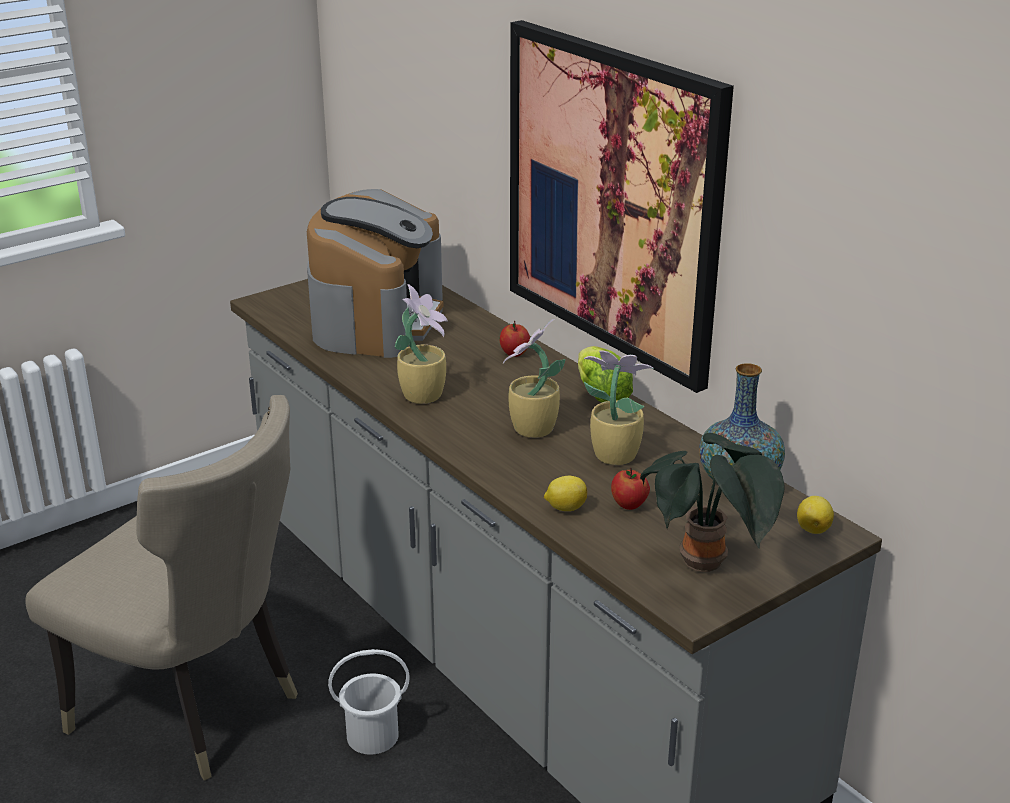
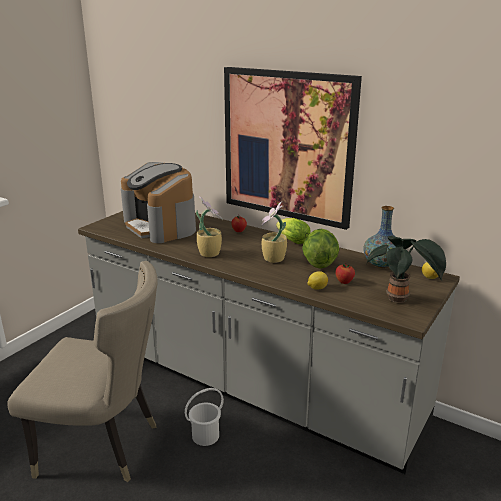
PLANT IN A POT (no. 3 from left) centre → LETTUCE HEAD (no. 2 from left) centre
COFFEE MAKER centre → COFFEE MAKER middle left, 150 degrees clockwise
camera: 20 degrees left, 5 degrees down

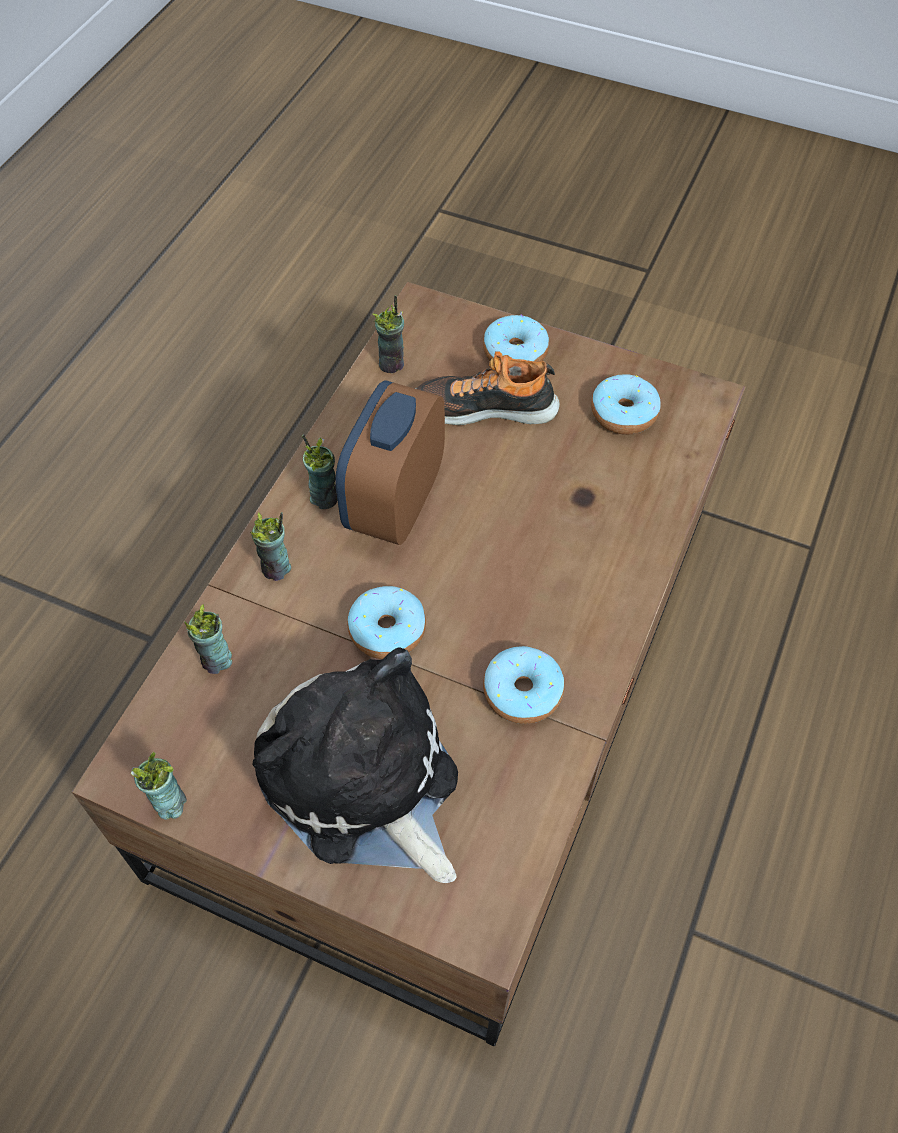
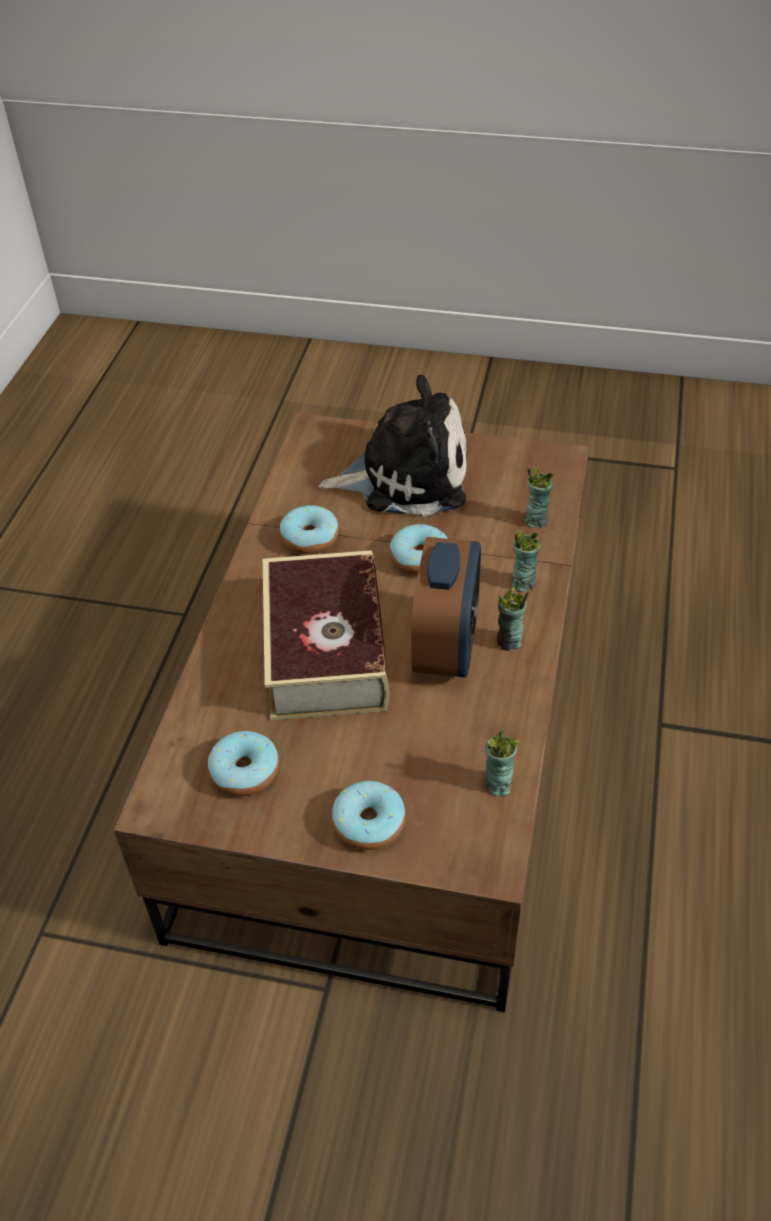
DRINKING CUP (no. 1 from left) bottom left → -
ITEM OF FOOTWEAR centre → -
- → BOUND BOOK centre
PLUSH TOY bottom centre → PLUSH TOY centre, 45 degrees counterclockwise
camera: 170 degrees right, 10 degrees down

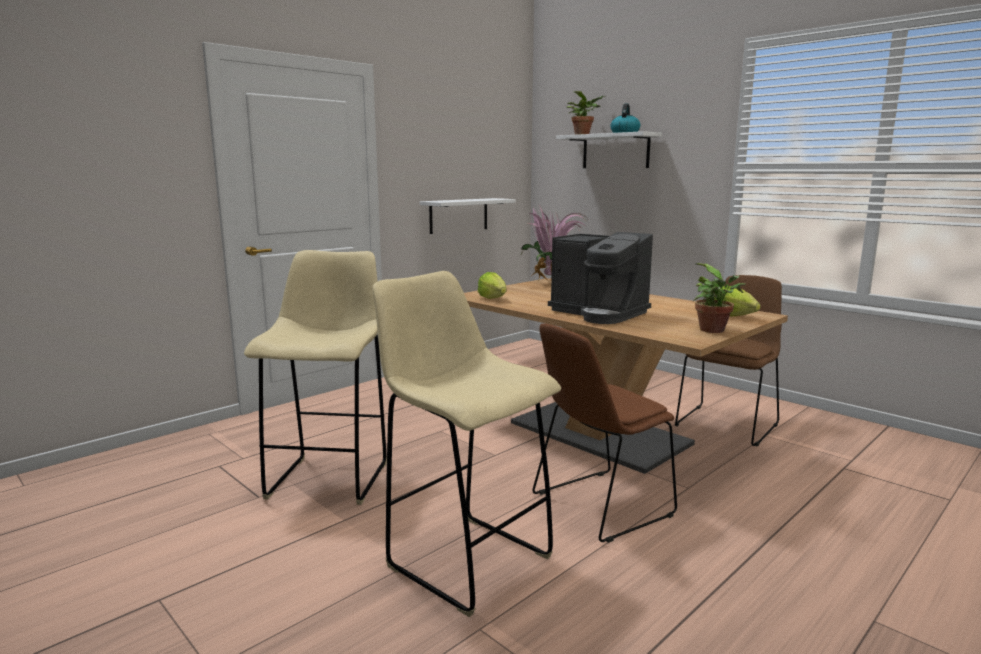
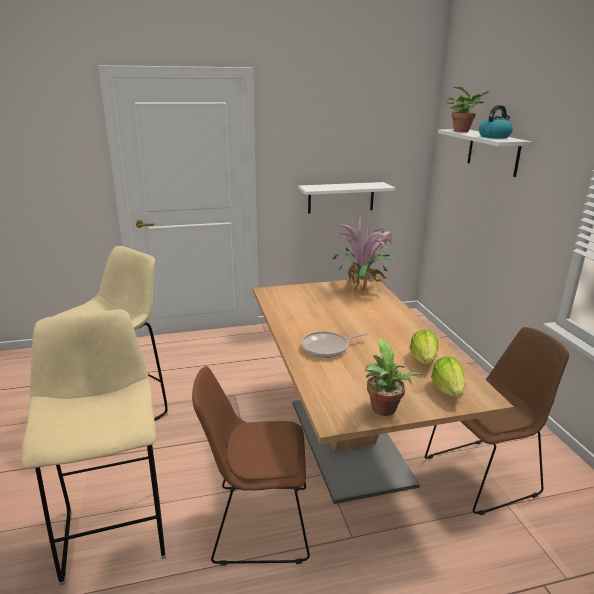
LETTUCE HEAD (no. 1 from left) centre → LETTUCE HEAD (no. 1 from left) middle right, relocated
COFFEE MAKER centre → SKILLET centre
camera: 30 degrees right, 10 degrees up

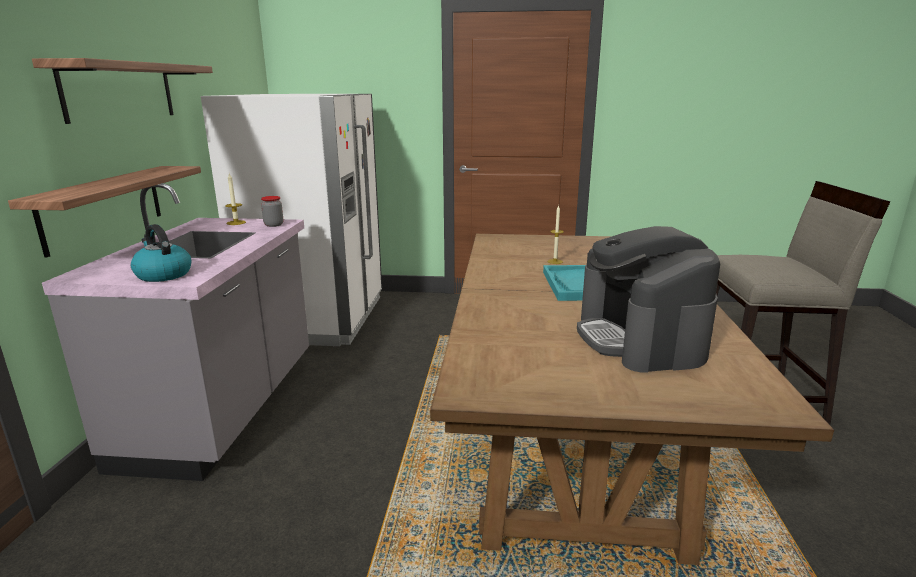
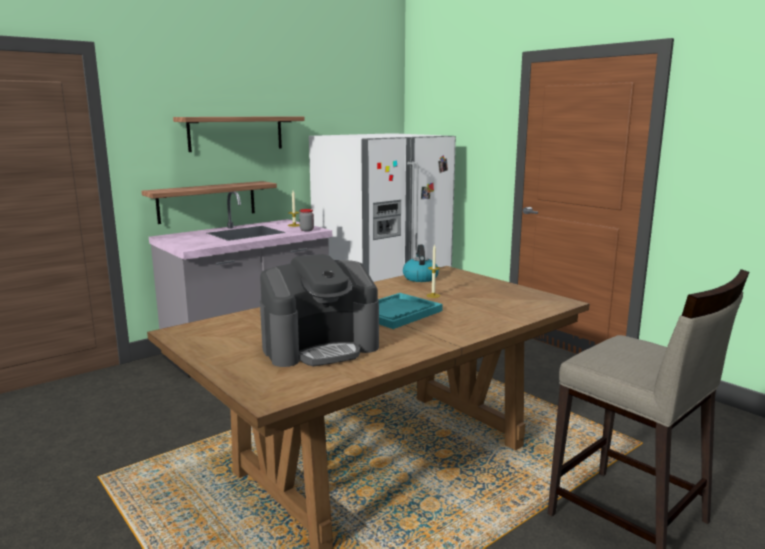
WATER KETTLE middle left → WATER KETTLE centre, relocated
COFFEE MAKER middle right → COFFEE MAKER centre, 150 degrees counterclockwise
camera: 45 degrees right, 5 degrees down

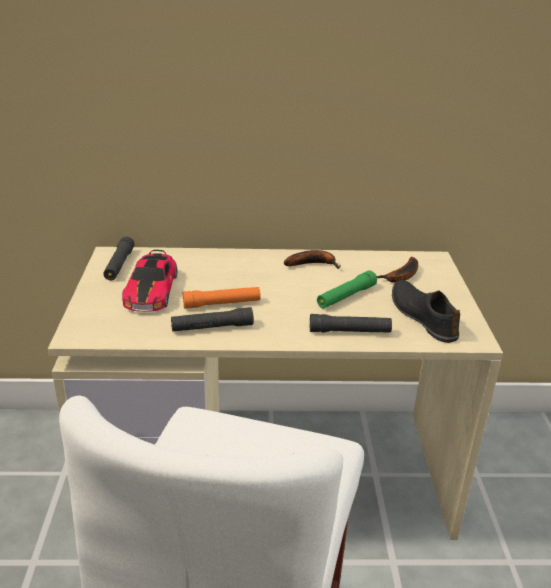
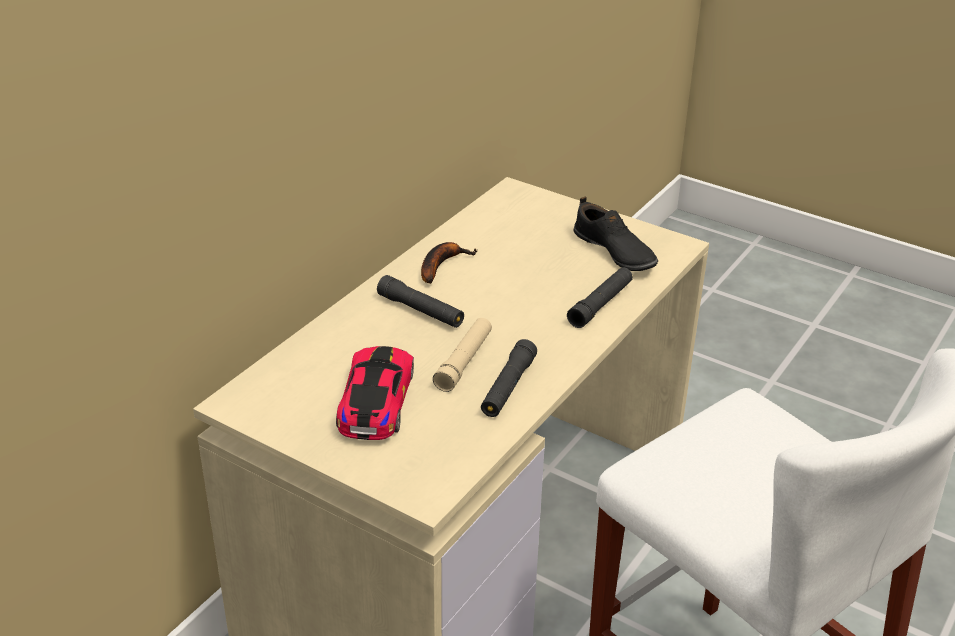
GREEN-COLOURED HAND TORCH centre → -
BANANA (no. 2 from left) middle right → -
BLACK-COLOURED HAND TORCH (no. 1 from left) middle left → BLACK-COLOURED HAND TORCH (no. 1 from left) centre, relocated
ORANGEY HAND TORCH centre → BEIGE HAND TORCH centre
MODEL CAR middle left → MODEL CAR centre, 120 degrees counterclockwise
BLACK-COLOURED ITEM OF FOOTWEAR middle right → BLACK-COLOURED ITEM OF FOOTWEAR centre, 135 degrees counterclockwise
camera: 55 degrees left, 5 degrees up

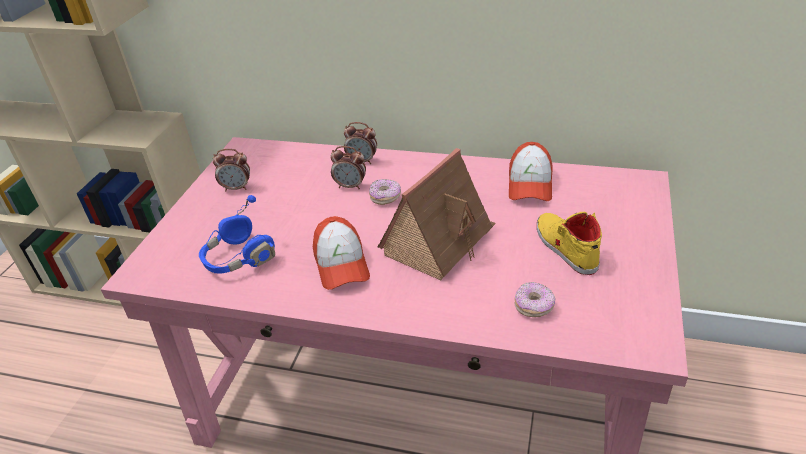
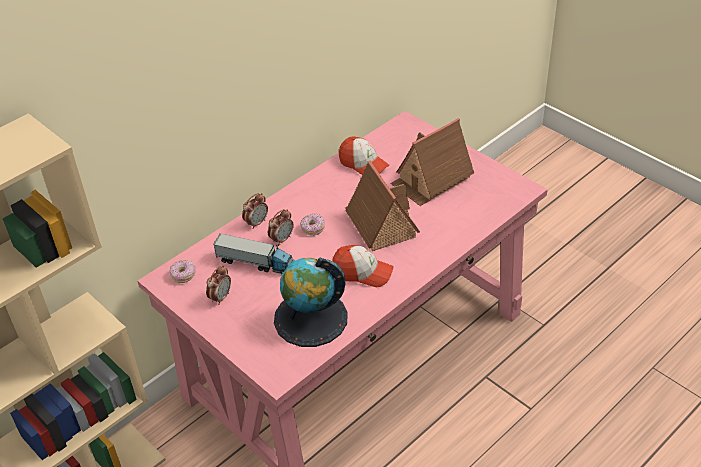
- → TOY TRUCK centre
DONUT (no. 2 from left in the first image) centre → DONUT (no. 1 from left) middle left, relocated
BLUE PAIR OF HEADPHONES middle left → WORLD GLOBE centre
YELLOW ITEM OF FOOTWEAR middle right → TOY HOUSE (no. 2 from left) centre
camera: 60 degrees left, 5 degrees up

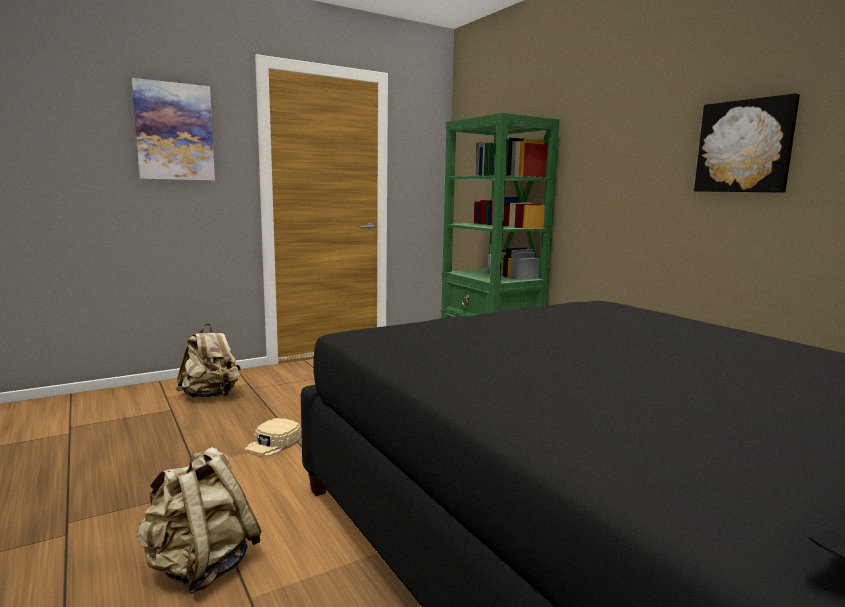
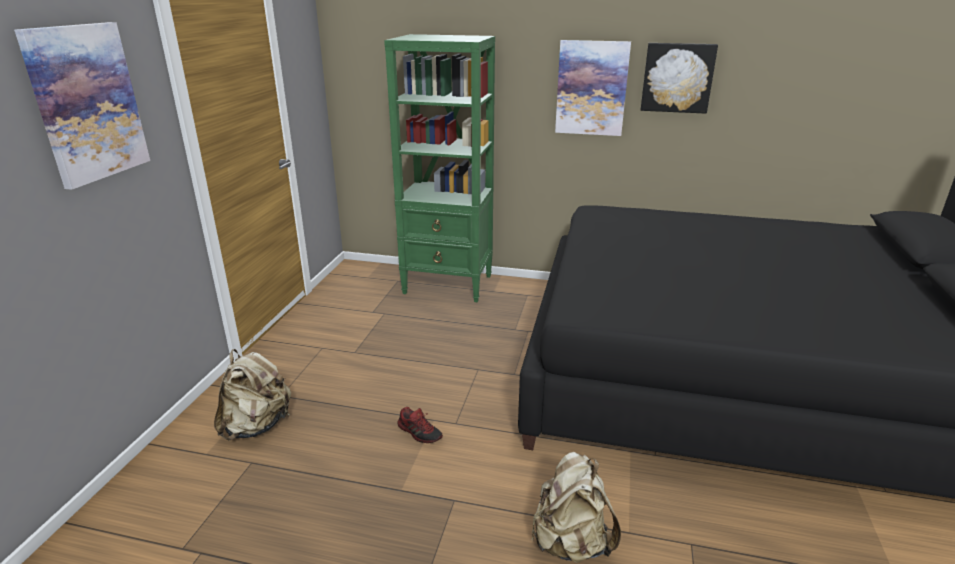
- → WALL PICTURE (no. 2 from left) top centre
BEIGE CAP bottom left → ITEM OF FOOTWEAR bottom centre
camera: 45 degrees left, 15 degrees up

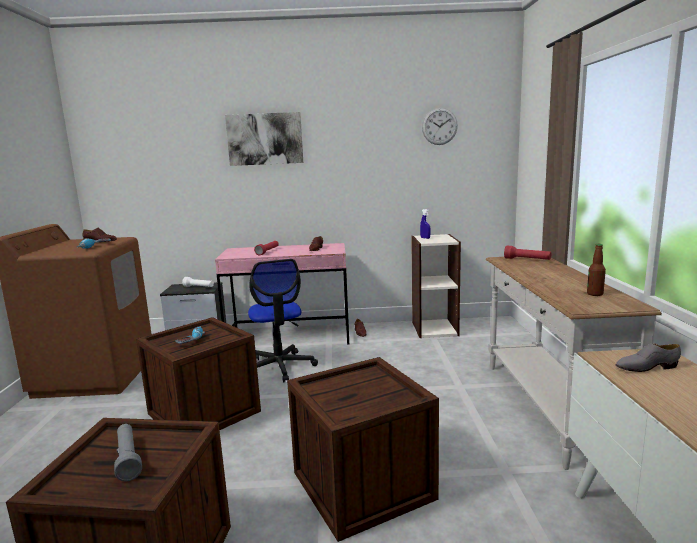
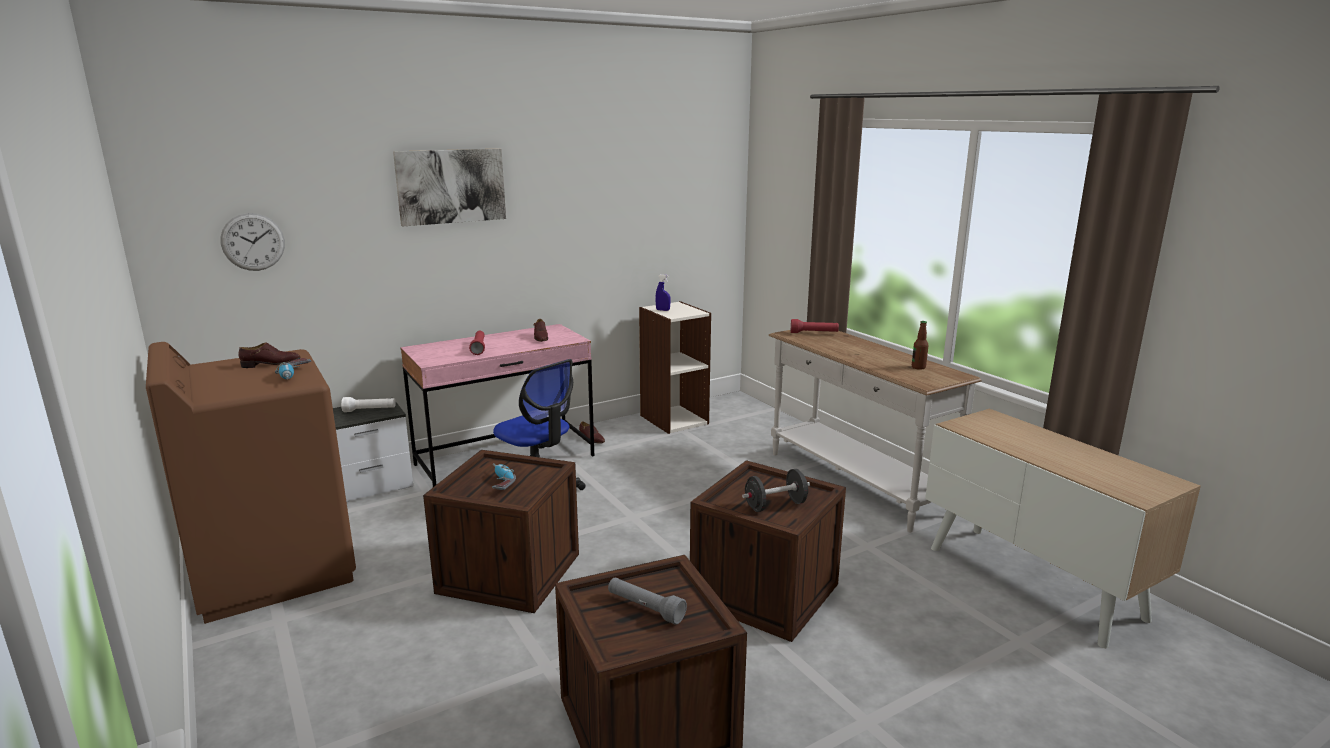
GREYISH ITEM OF FOOTWEAR middle right → -
- → BLACK-COLOURED DUMBBELL centre
WALL CLOCK top centre → WALL CLOCK top left, relocated
camera: 30 degrees left, 5 degrees up

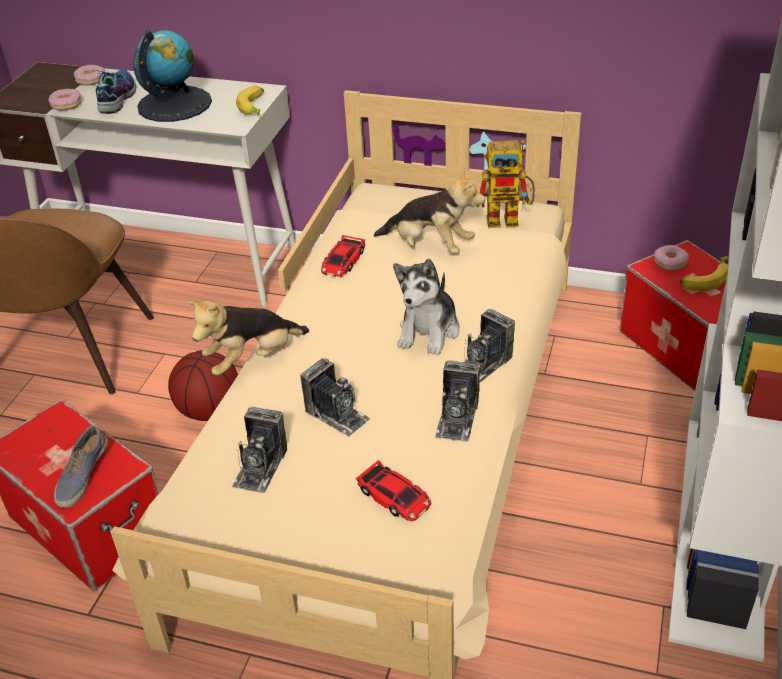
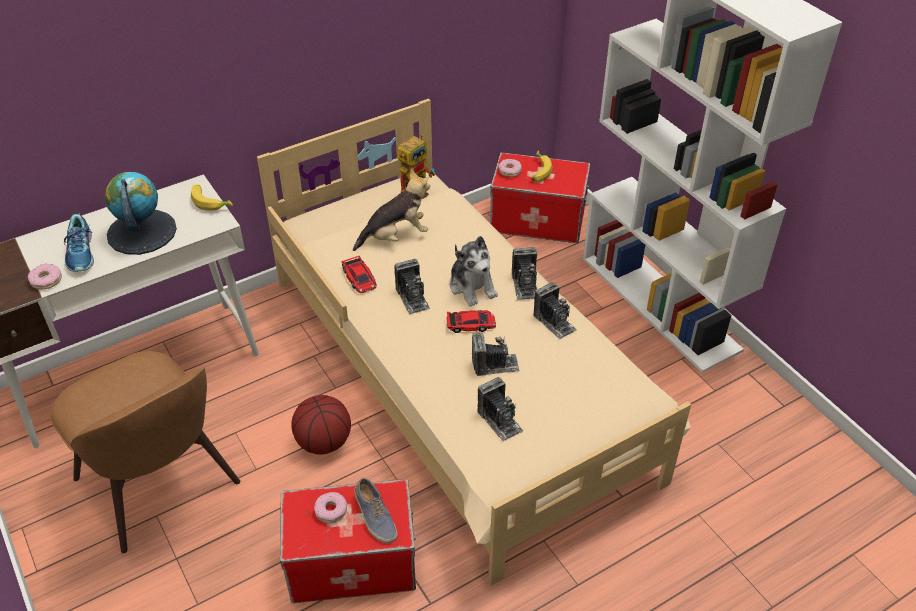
PLUSH TOY (no. 1 from left) middle left → -
- → STILL CAMERA (no. 1 from left) centre
DONUT (no. 2 from left) top left → DONUT (no. 2 from left) bottom centre, relocated
MODEL CAR (no. 2 from left) bottom centre → MODEL CAR (no. 2 from left) centre, relocated
ITEM OF FOOTWEAR (no. 2 from left in the first image) top left → ITEM OF FOOTWEAR (no. 1 from left) middle left, 150 degrees counterclockwise
camera: 50 degrees left, 5 degrees up

